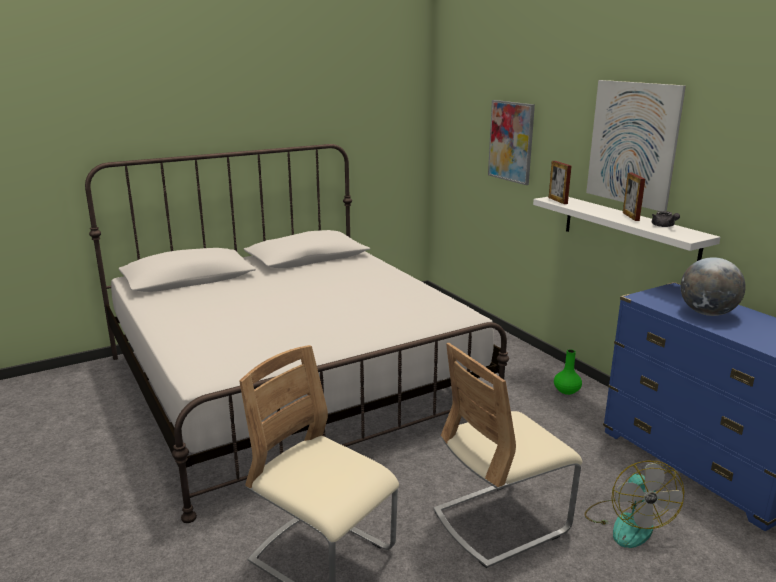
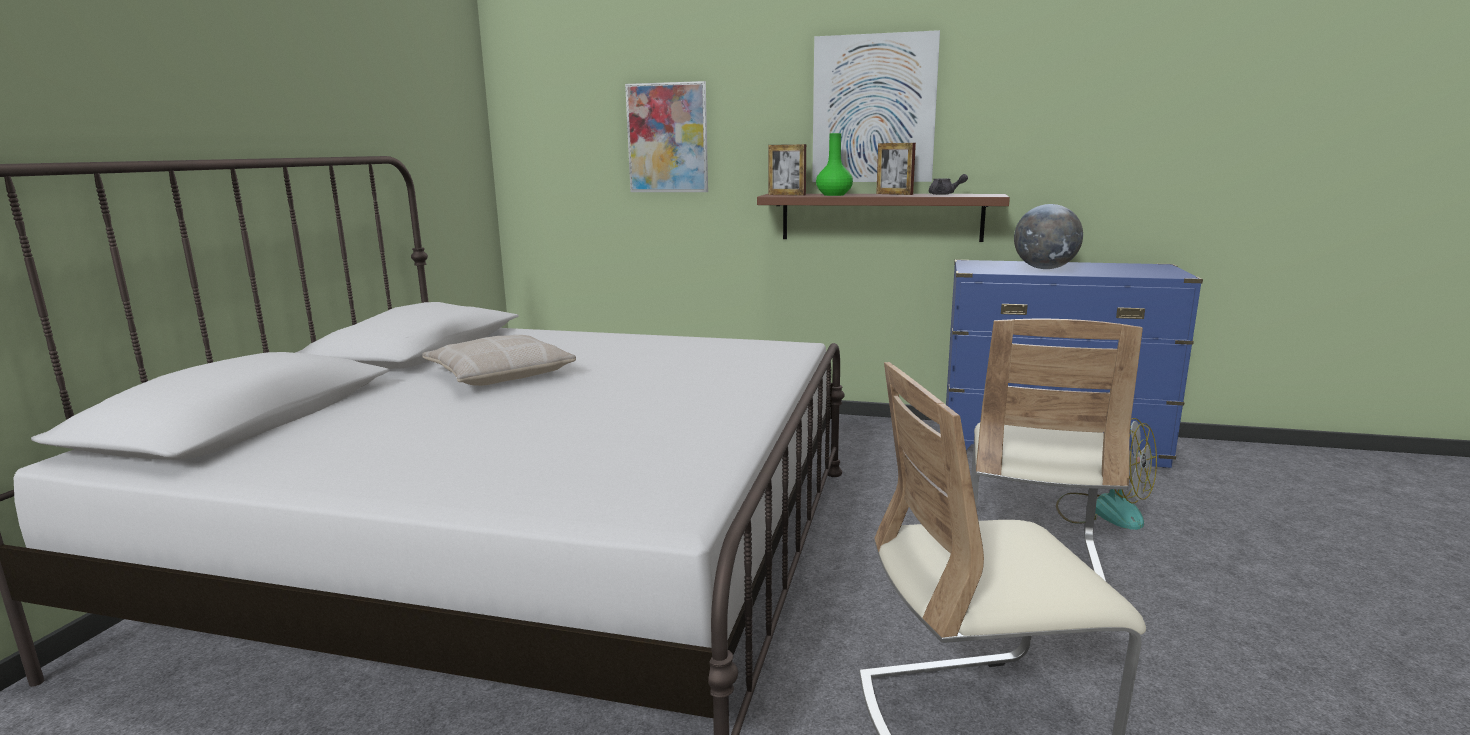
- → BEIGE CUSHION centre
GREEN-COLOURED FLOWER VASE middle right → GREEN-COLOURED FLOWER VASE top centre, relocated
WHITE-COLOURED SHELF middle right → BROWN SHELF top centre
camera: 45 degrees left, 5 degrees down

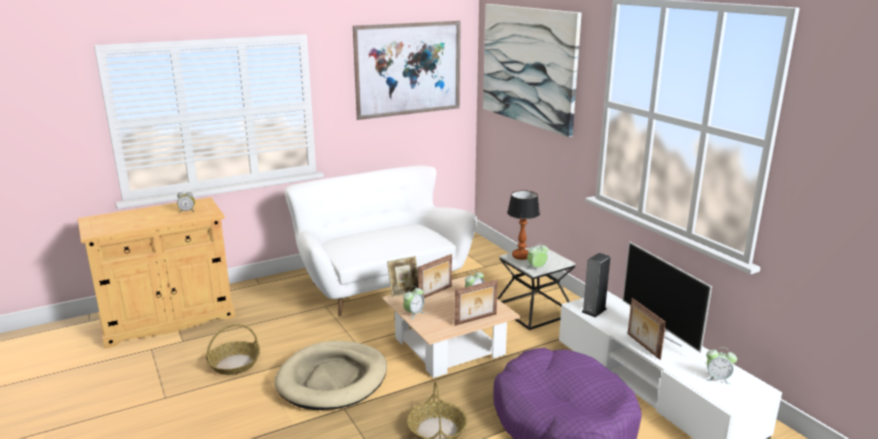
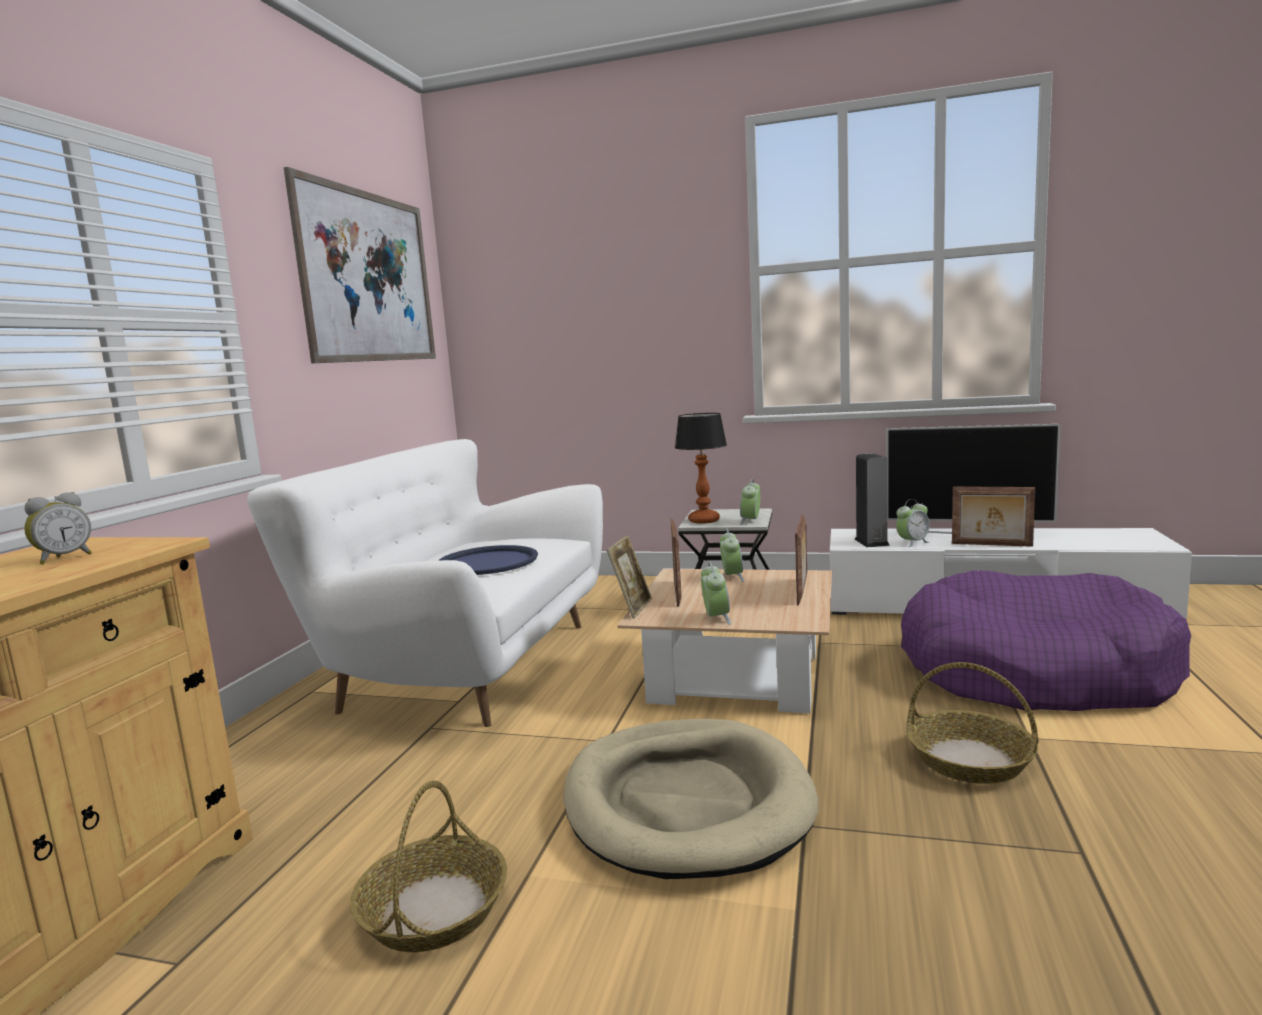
WALL PICTURE (no. 2 from left) top centre → -
- → BLUE TRAY centre
ALARM CLOCK (no. 5 from left) bottom right → ALARM CLOCK (no. 5 from left) middle right, relocated
camera: 45 degrees left, 10 degrees down

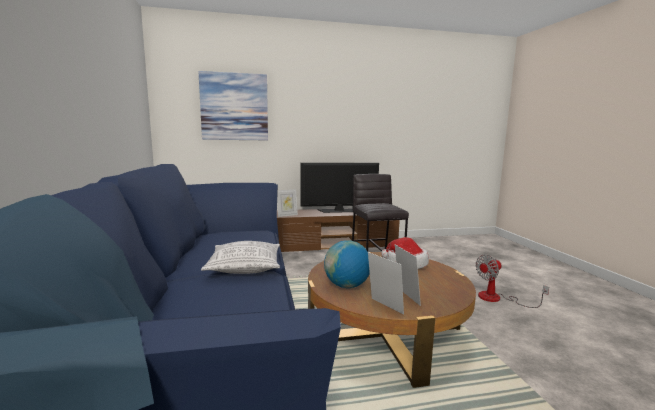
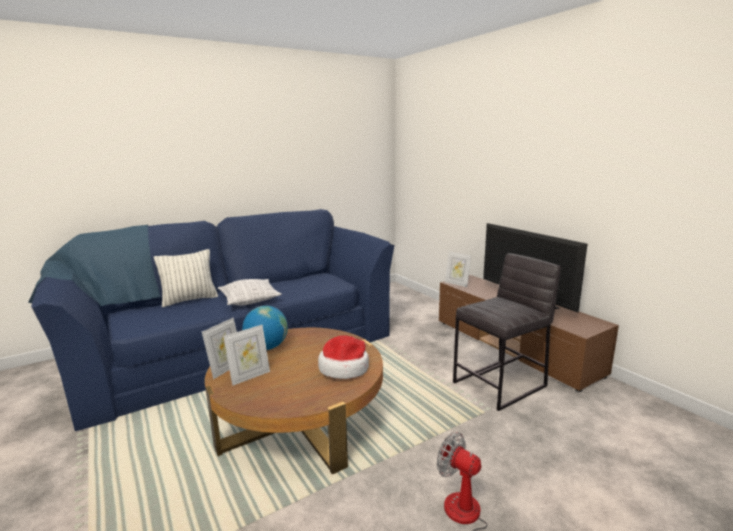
WALL PICTURE top centre → -
- → CUSHION (no. 1 from left) middle left
camera: 70 degrees right, 5 degrees up

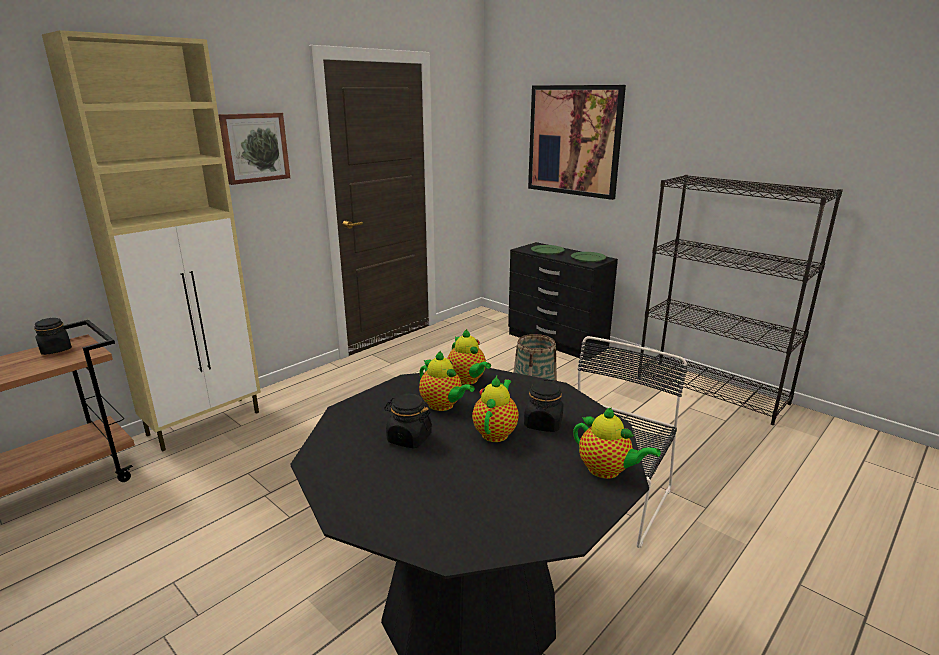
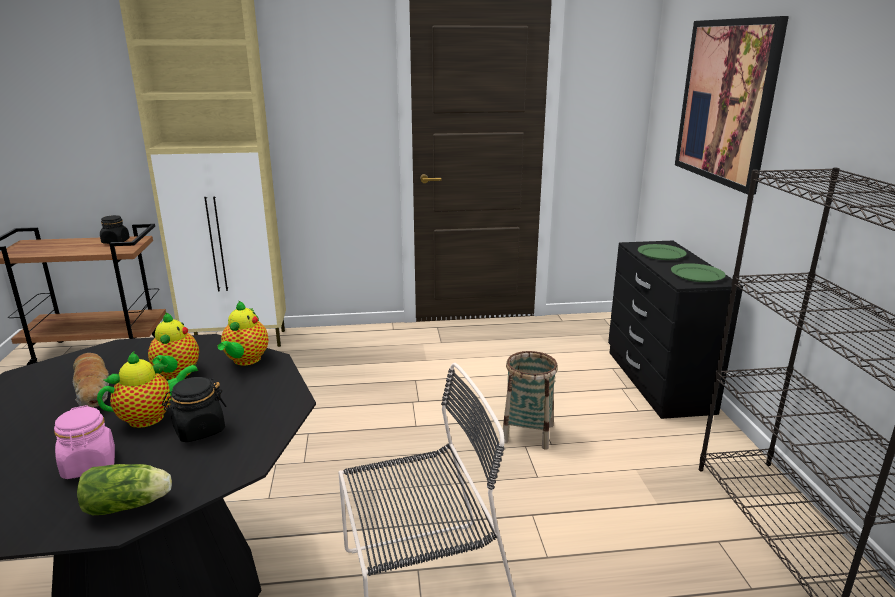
WALL PICTURE (no. 1 from left) top left → -
- → PINK-COLOURED STORAGE JAR bottom left
BLACK-COLOURED STORAGE JAR (no. 2 from left) centre → BREAD middle left
POT FOR TEA (no. 4 from left) bottom centre → LETTUCE HEAD bottom left
camera: 40 degrees right, 0 degrees up

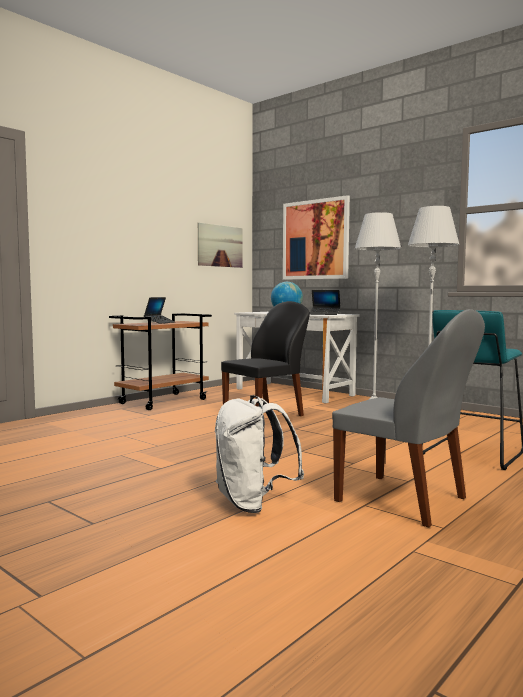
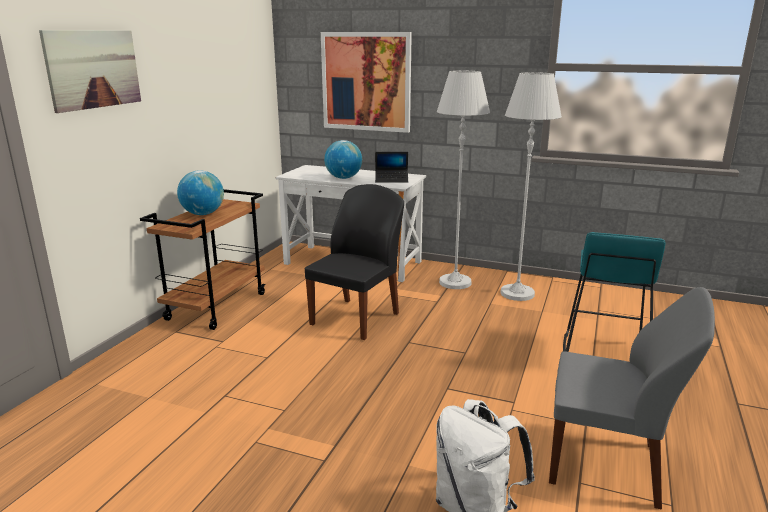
WALL PICTURE (no. 1 from left) centre → WALL PICTURE (no. 1 from left) top left, relocated
LAPTOP (no. 1 from left) middle left → WORLD GLOBE (no. 1 from left) middle left
camera: 20 degrees left, 15 degrees up

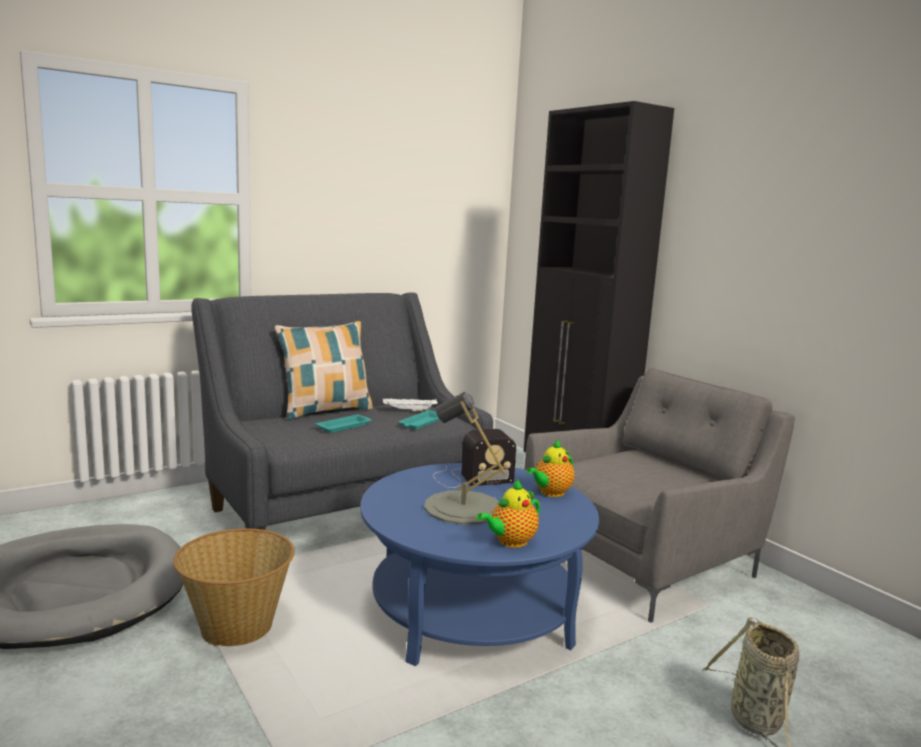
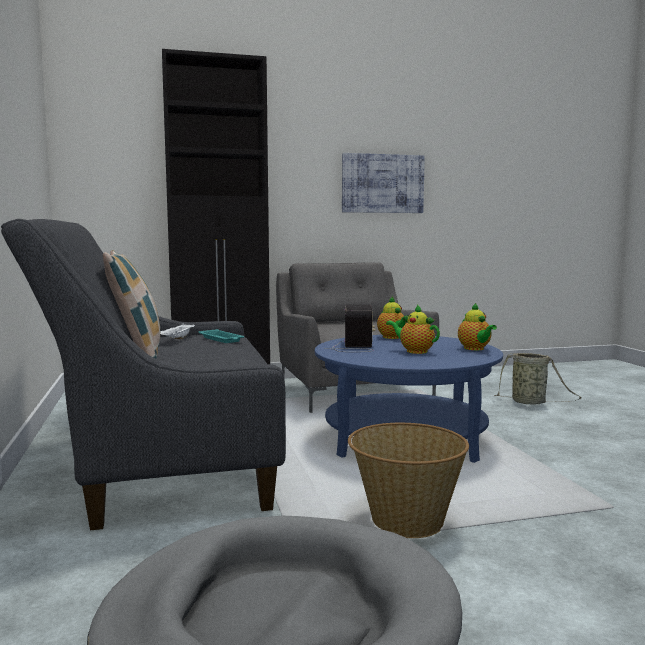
BLUE-GREEN TRAY (no. 1 from left) centre → -
- → WALL PICTURE top centre
GREYISH TABLETOP LAMP centre → POT FOR TEA (no. 2 from left) centre
camera: 70 degrees left, 5 degrees down

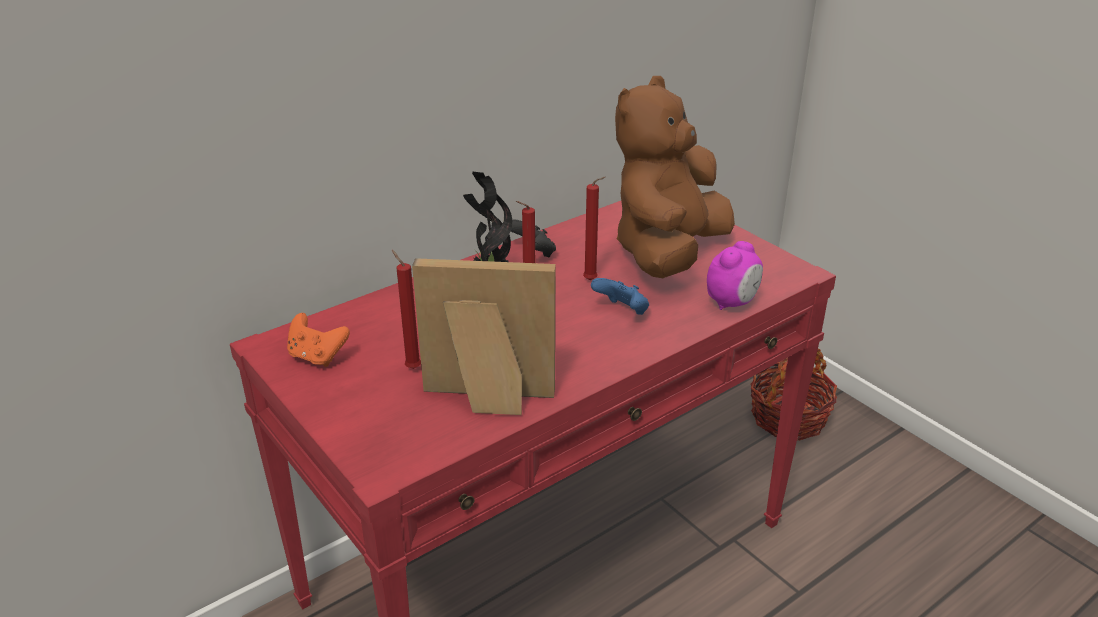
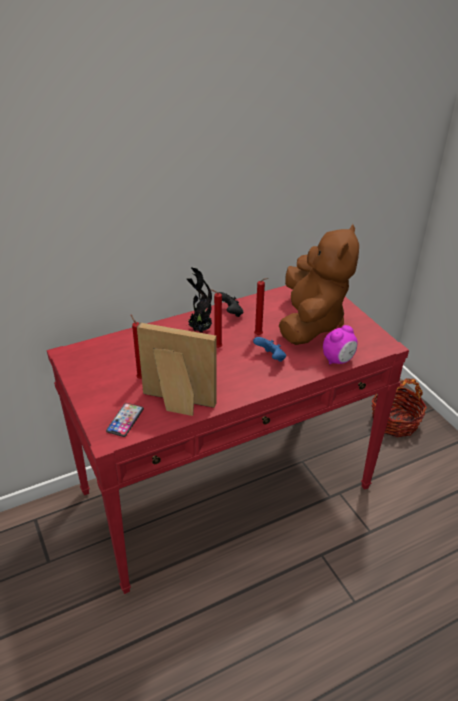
ORANGEY GAMEPAD middle left → -
- → HANDSET middle left
BROWN PLUSH TOY top centre → BROWN PLUSH TOY middle right, 150 degrees clockwise
camera: 10 degrees right, 5 degrees up

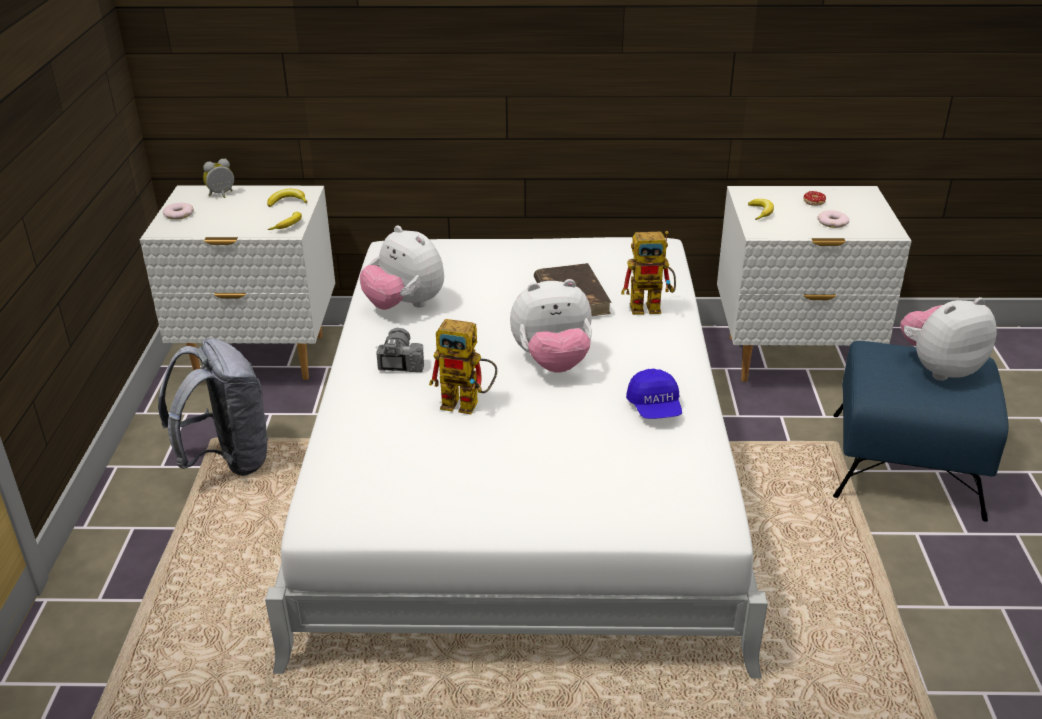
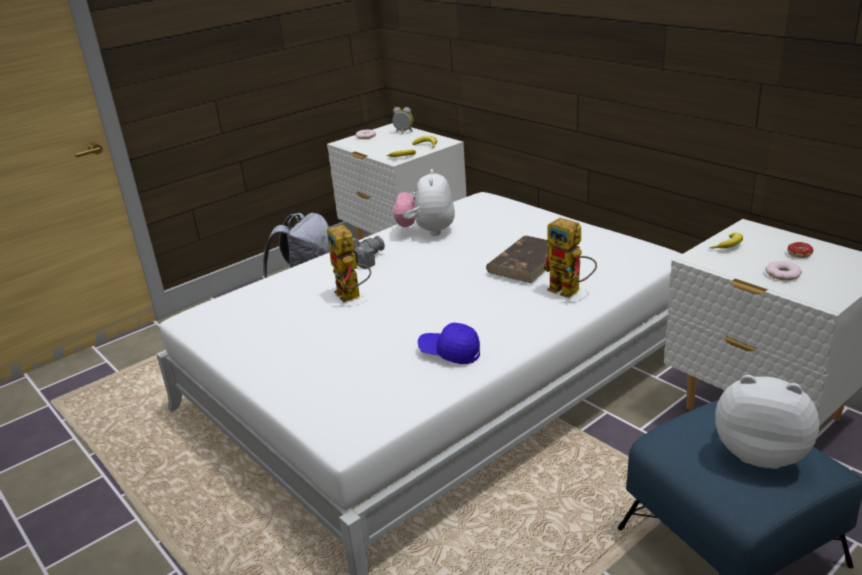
PLUSH TOY (no. 2 from left) centre → -
BLUE CAP centre, 75 degrees clockwise
camera: 50 degrees right, 5 degrees down

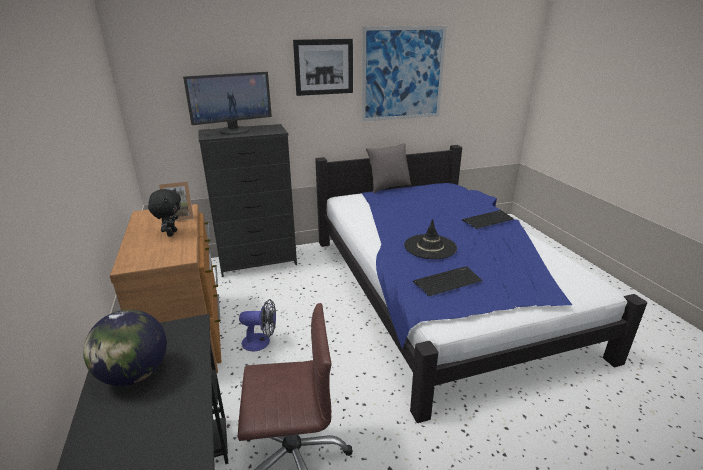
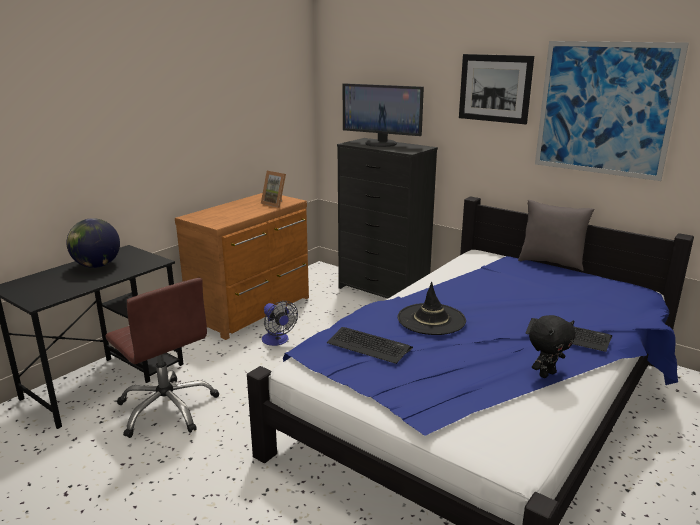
BLACK-COLOURED PLUSH TOY middle left → BLACK-COLOURED PLUSH TOY middle right, relocated
camera: 55 degrees right, 5 degrees down

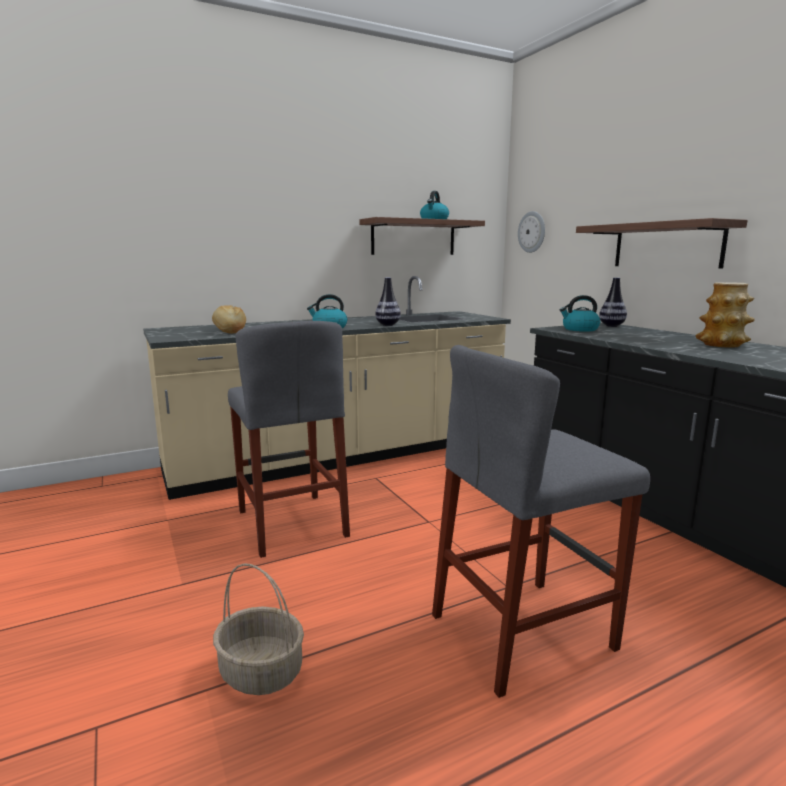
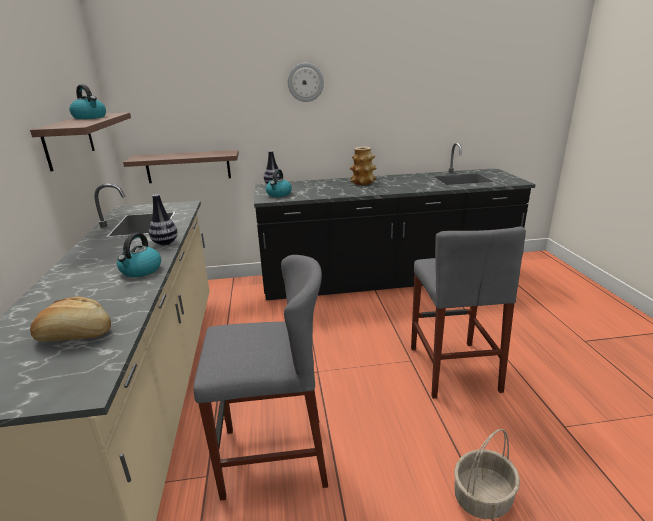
WALL CLOCK top right → WALL CLOCK top centre, relocated
SHELF (no. 2 from left) top right → SHELF (no. 2 from left) top left, relocated
camera: 70 degrees left, 10 degrees up

